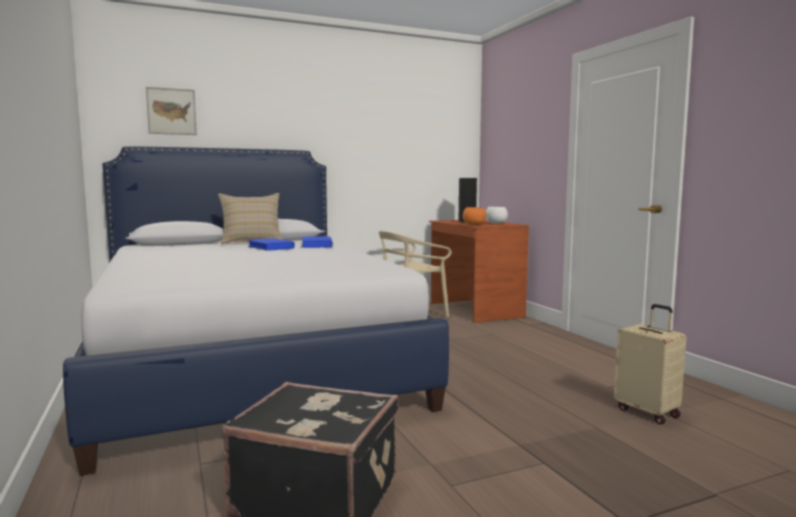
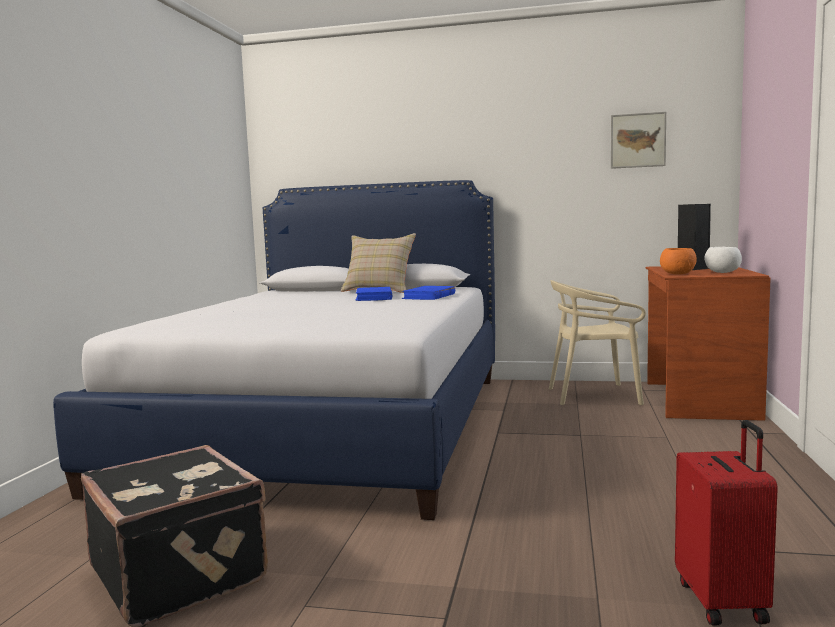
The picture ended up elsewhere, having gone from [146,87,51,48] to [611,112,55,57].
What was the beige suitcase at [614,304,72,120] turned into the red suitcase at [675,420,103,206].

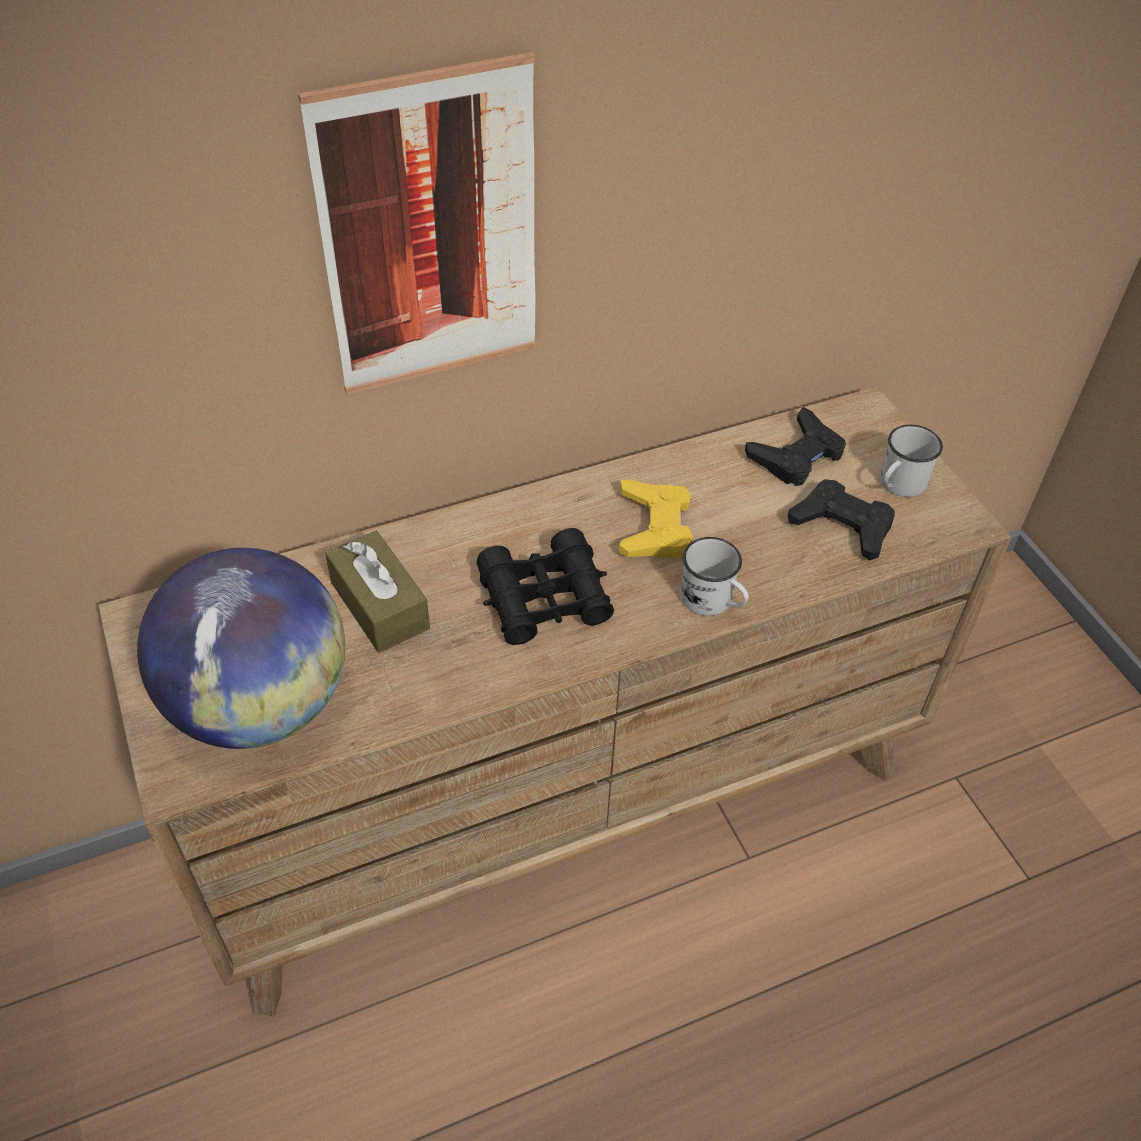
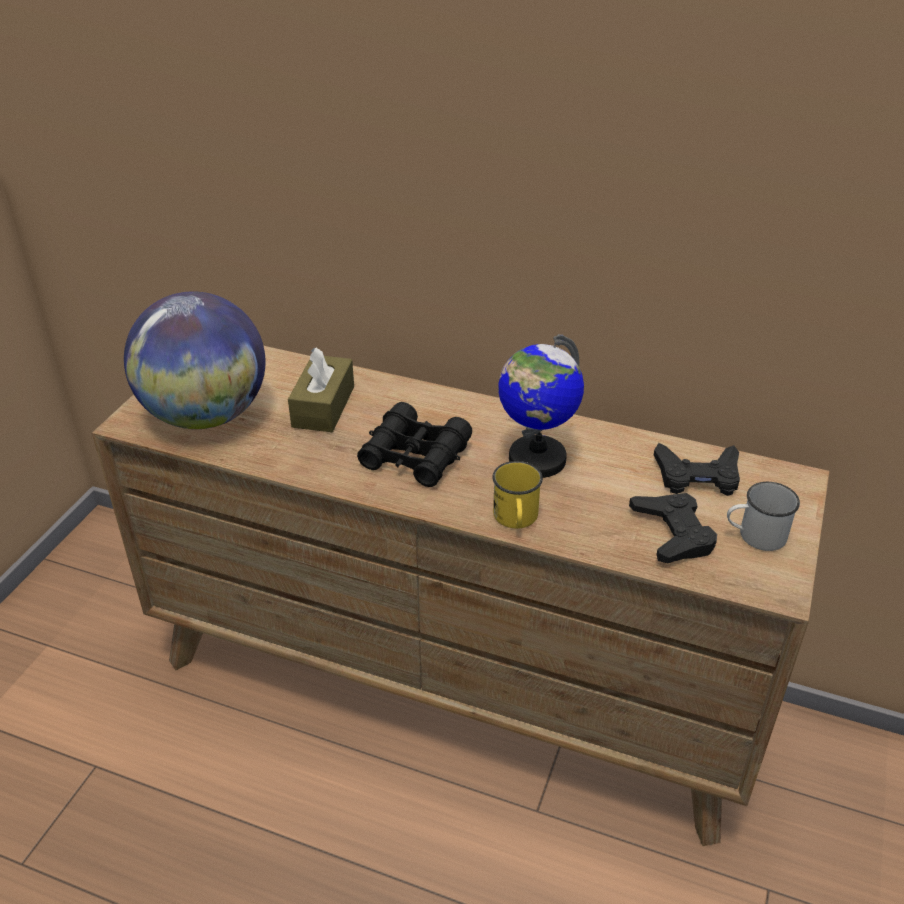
The second view lost the picture at [298,52,238,342].
Where the yellow game controller stood at [619,479,74,79], the globe came to stand at [498,334,86,144].
What was the white mug at [680,537,69,79] turned into the yellow mug at [492,461,51,67].

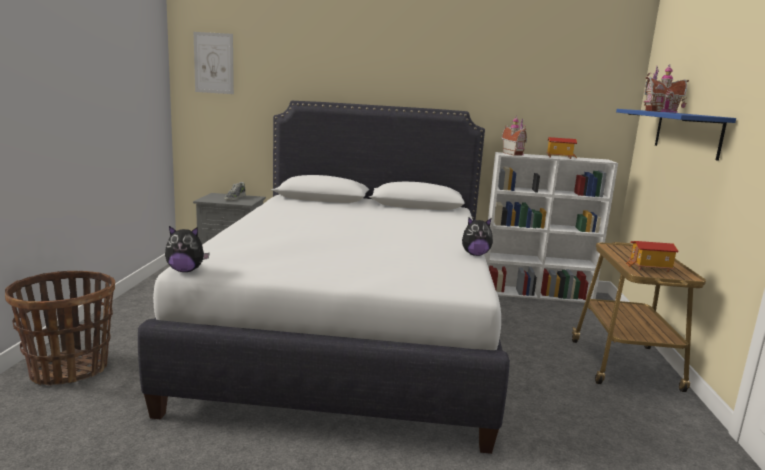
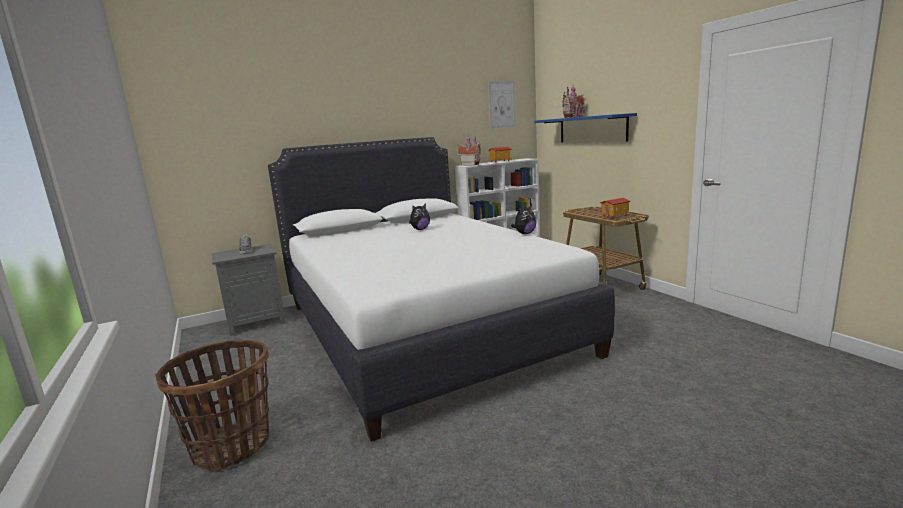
The plush toy ended up elsewhere, having gone from [165,226,45,46] to [409,203,21,27].
The picture ended up elsewhere, having gone from [194,32,40,62] to [488,81,28,47].

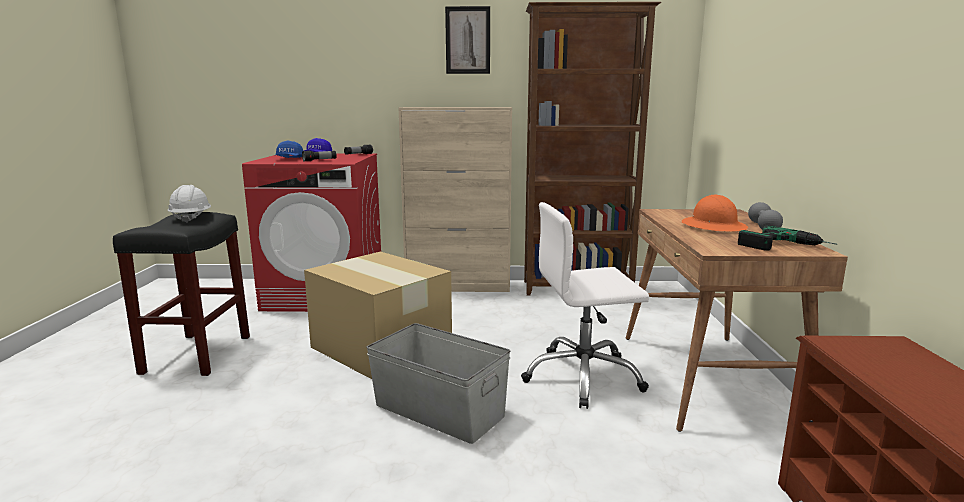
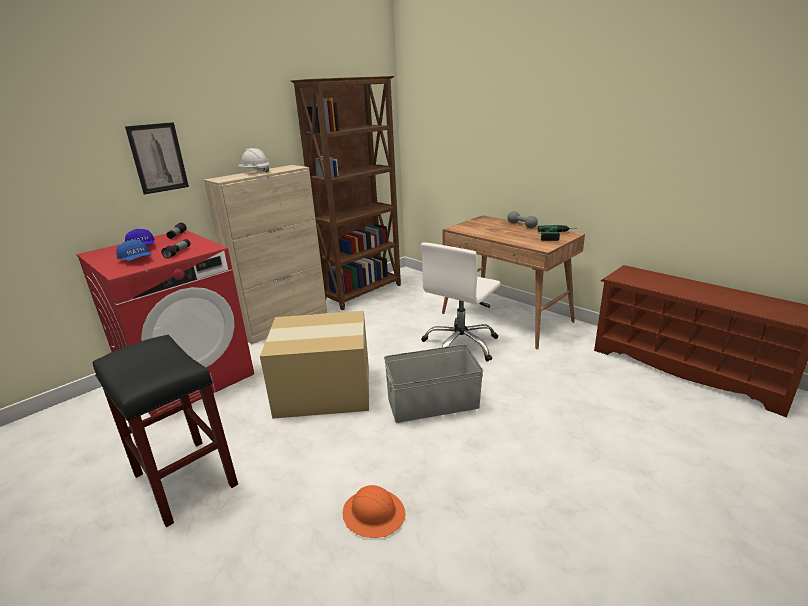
The white hard hat ended up elsewhere, having gone from [168,185,43,38] to [238,148,32,25].
The picture ended up elsewhere, having gone from [445,6,45,68] to [125,122,64,73].
The orange hard hat ended up elsewhere, having gone from [682,195,66,36] to [343,485,62,53].

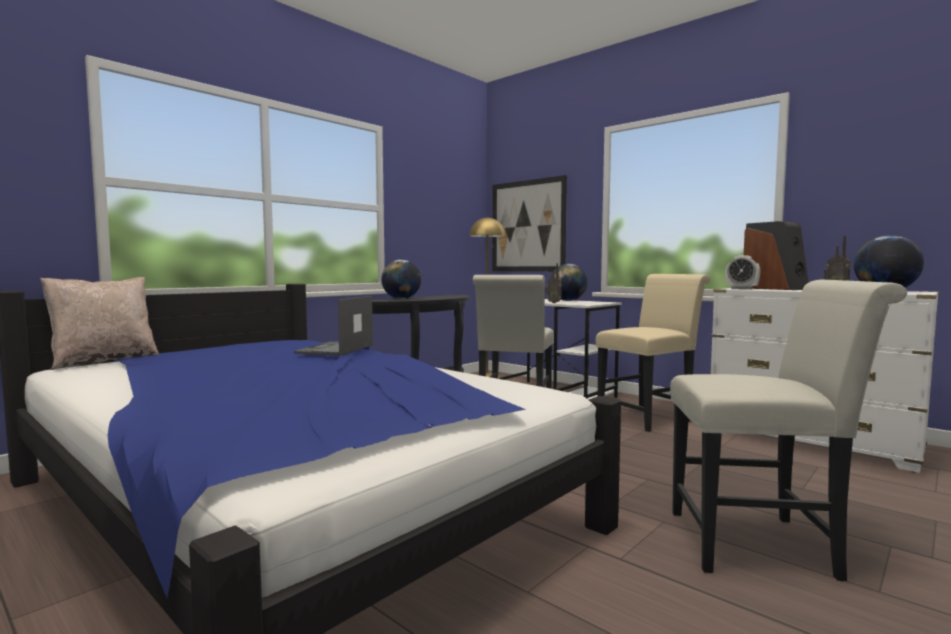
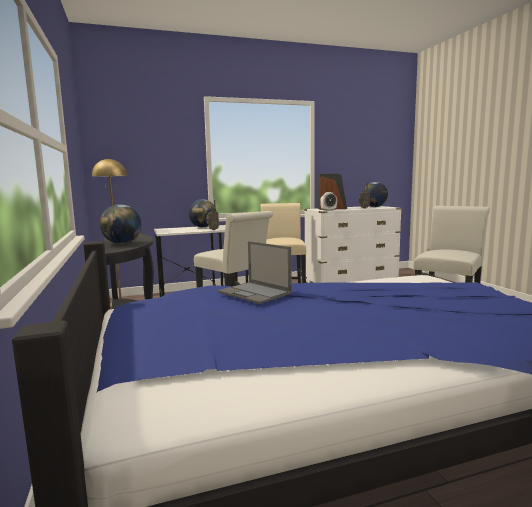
The second view lost the beige pillow at [40,277,119,93].
The second view lost the picture at [492,175,75,97].

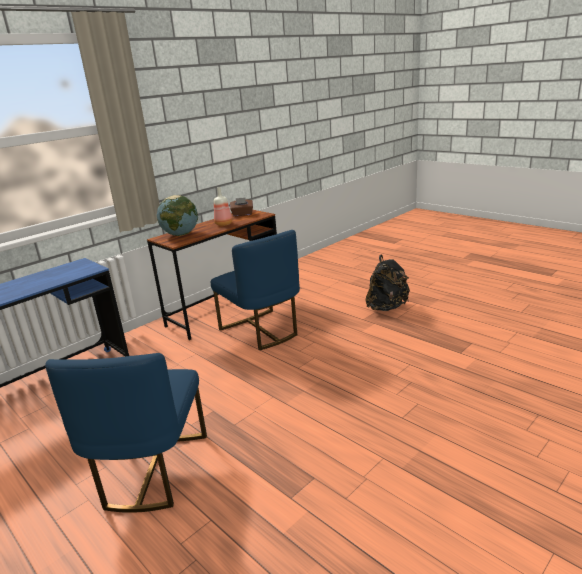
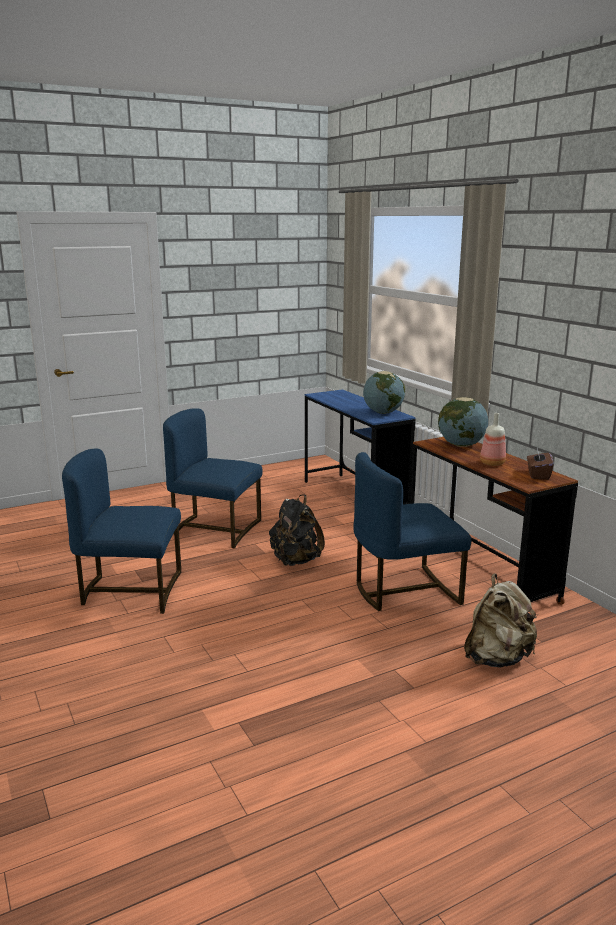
The black backpack ended up elsewhere, having gone from [366,255,44,56] to [269,495,56,71].
The second view gained the blue chair at [62,449,119,165].
The second view gained the globe at [363,371,42,43].
The second view gained the beige backpack at [464,573,74,95].

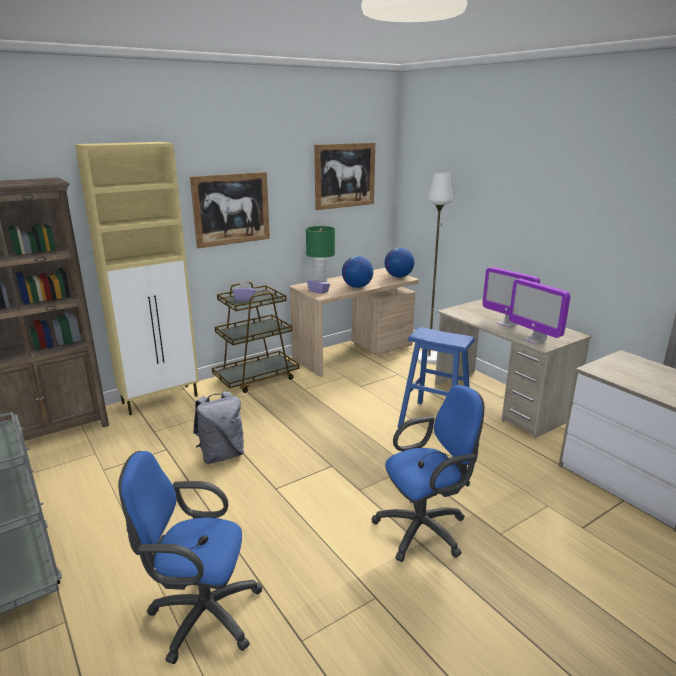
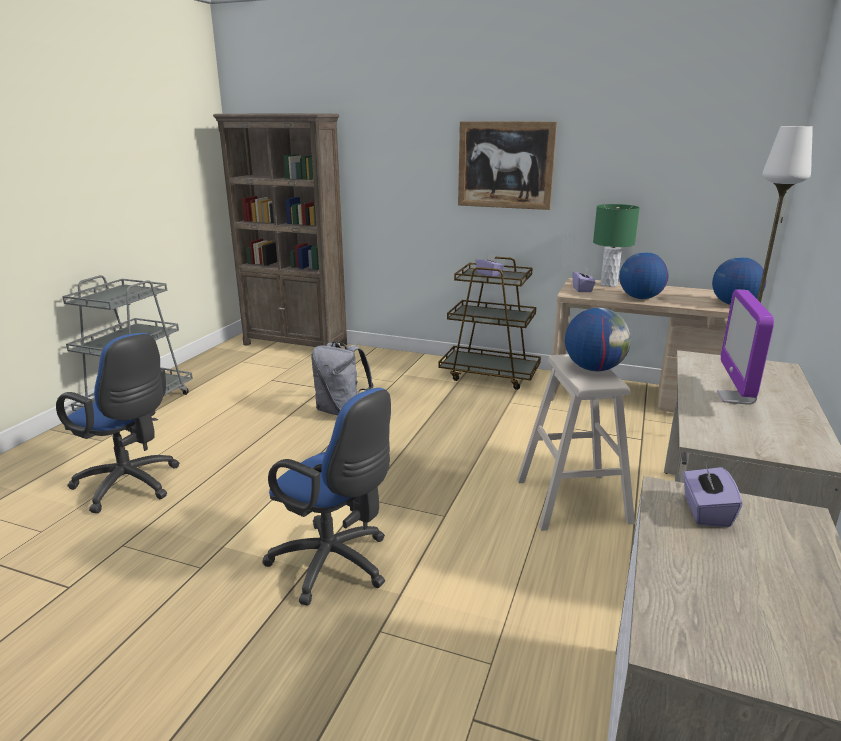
The second view lost the beige cabinet at [75,142,124,273].
The blue office chair at [118,451,145,213] ended up facing another way, 150 degrees clockwise from before.
The second view lost the picture at [314,143,61,67].
What was the blue stool at [398,327,77,101] turned into the beige stool at [517,354,118,177].
The second view lost the monitor at [509,279,61,65].
The second view gained the globe at [565,308,66,63].
The second view gained the purple tissue box at [683,462,59,65].

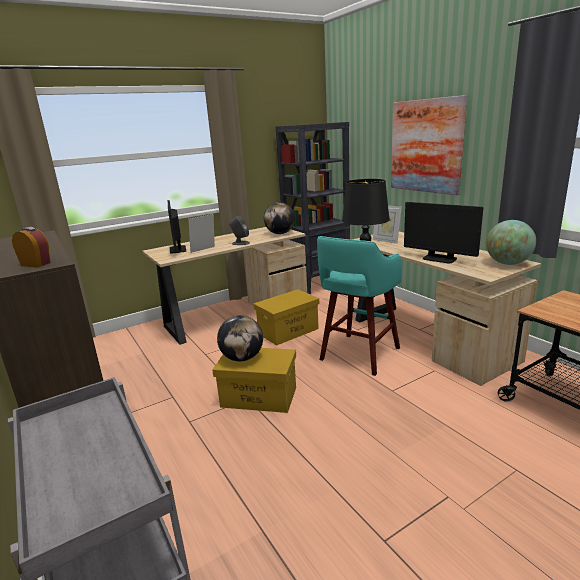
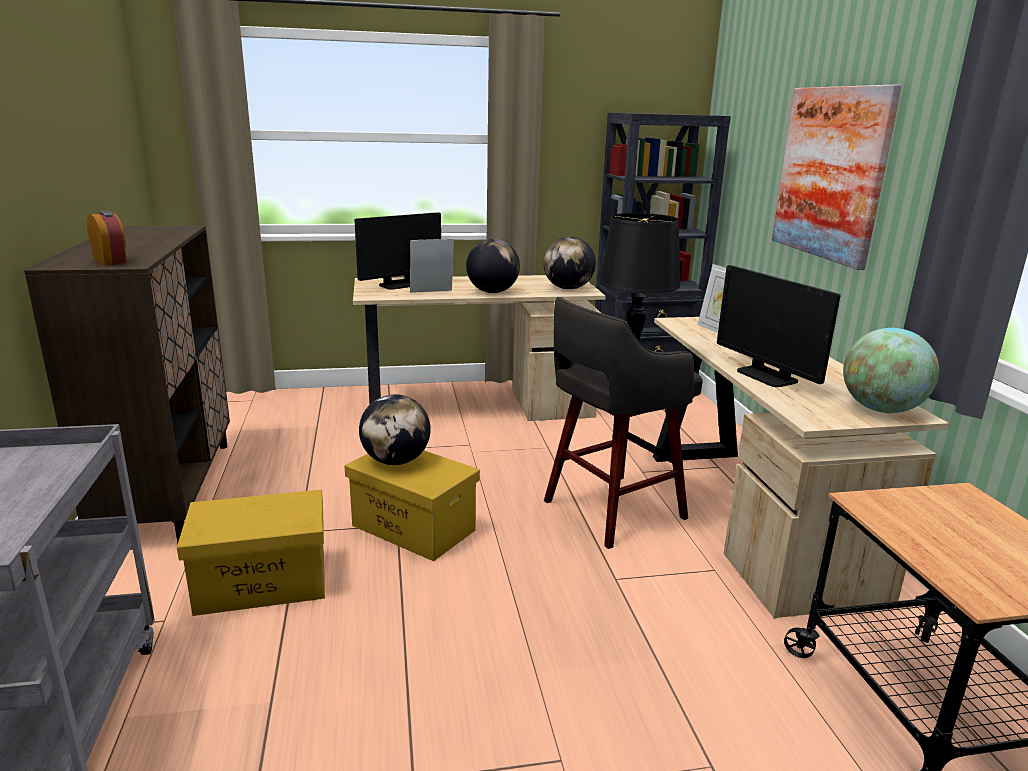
The monitor at [168,200,18,54] ended up facing another way, 135 degrees counterclockwise from before.
Where the grey speaker stood at [229,216,21,29], the globe came to stand at [466,239,54,54].
The yellow storage box ended up elsewhere, having gone from [254,289,65,56] to [177,490,148,126].
What was the turquoise stool at [317,236,84,140] turned into the grey stool at [544,297,159,252].

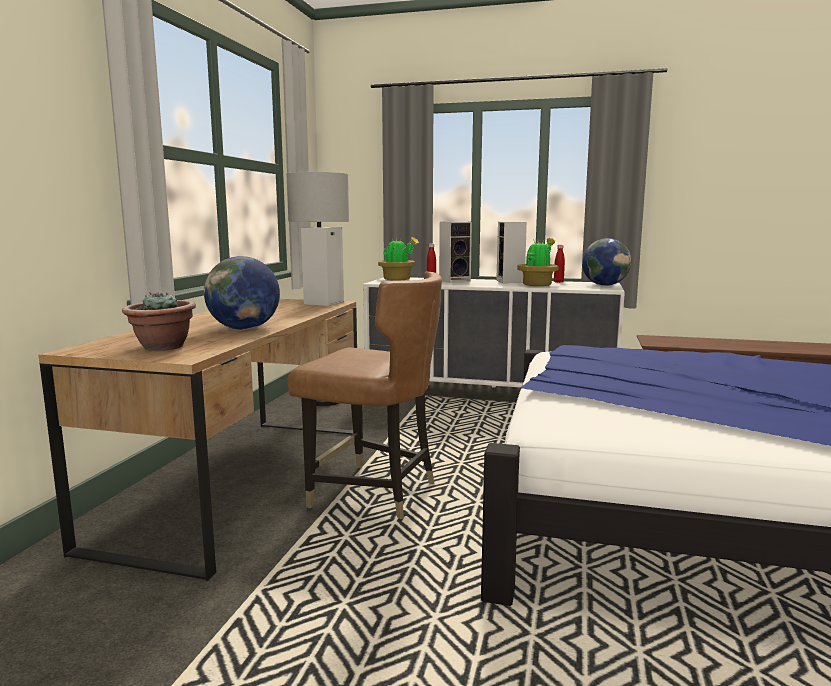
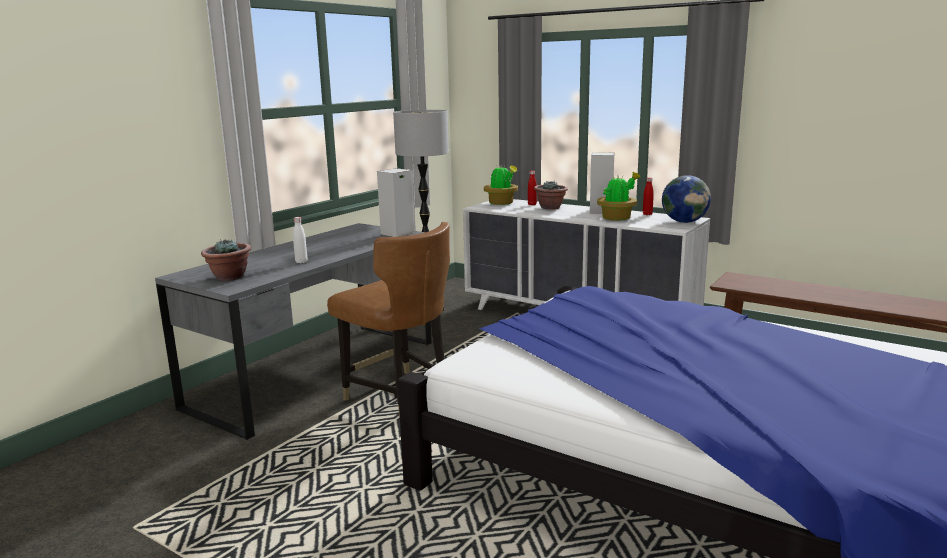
What was the brown desk at [38,299,319,282] turned into the grey desk at [155,223,277,217].
Where the globe stood at [204,256,76,74], the white bottle came to stand at [293,217,14,46].
Where the speaker stood at [439,222,33,61], the potted plant came to stand at [534,181,34,29].

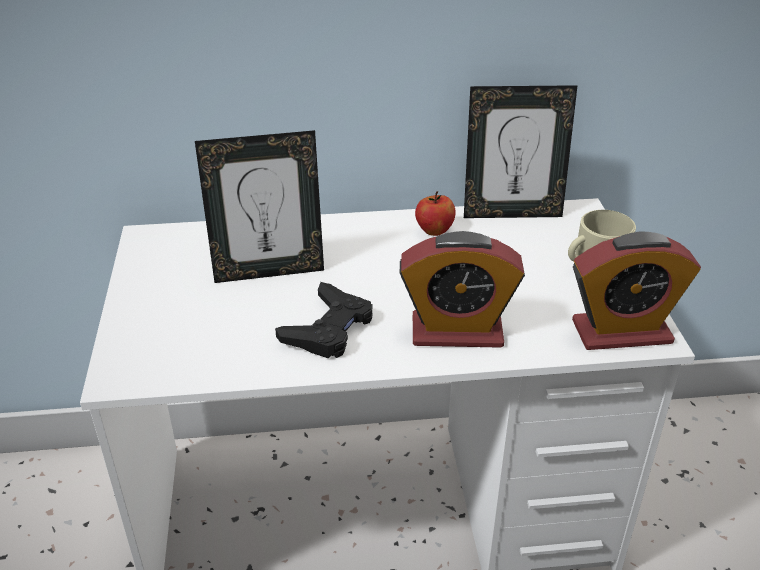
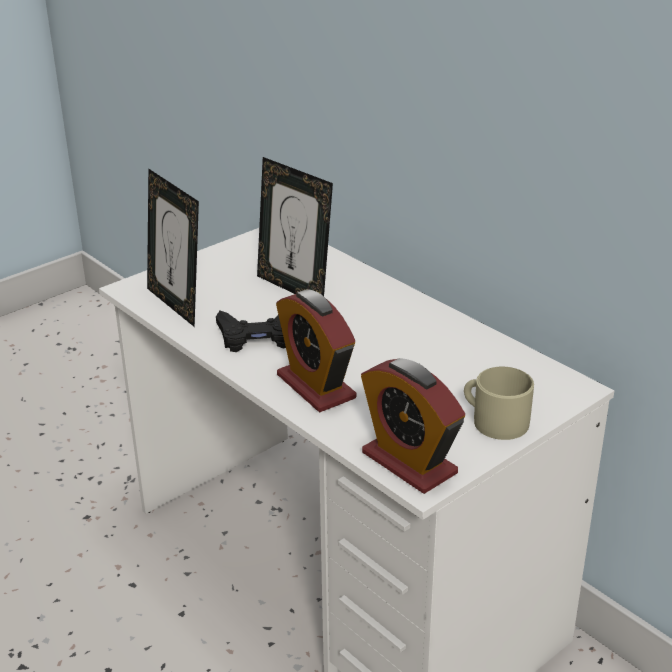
The second view lost the apple at [415,191,41,45].
The picture frame ended up elsewhere, having gone from [464,85,114,133] to [147,168,52,159].

